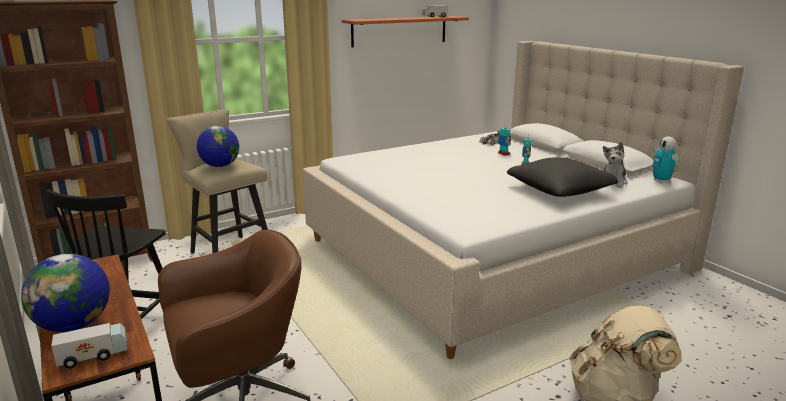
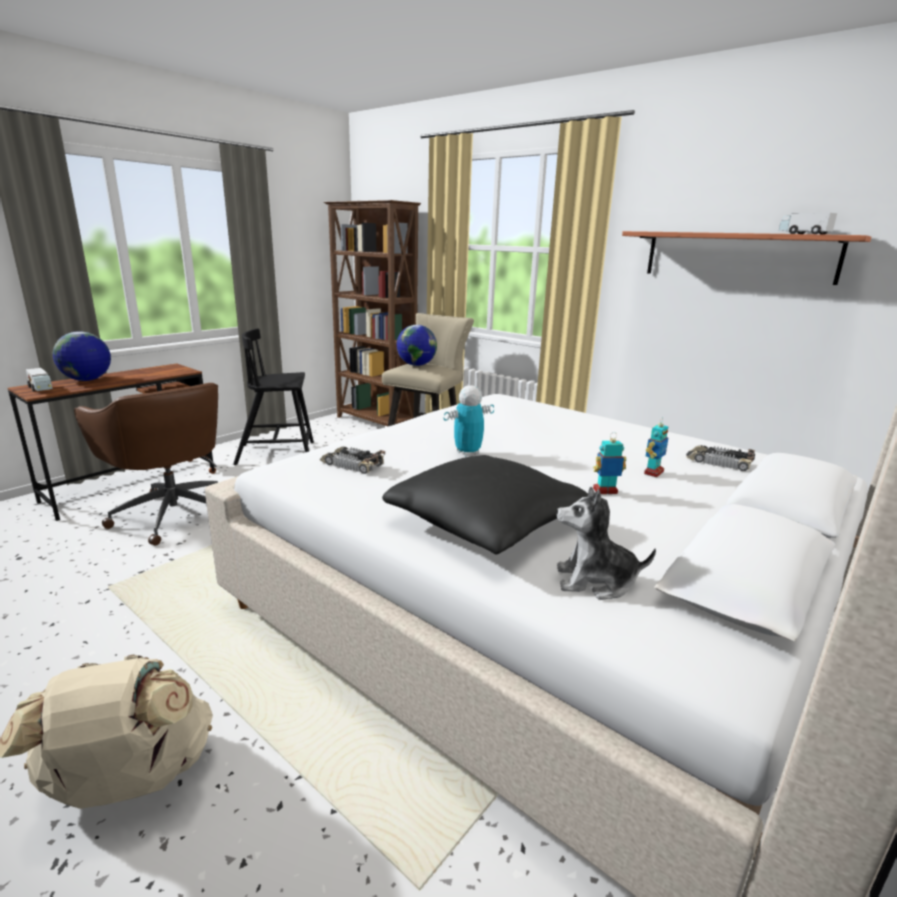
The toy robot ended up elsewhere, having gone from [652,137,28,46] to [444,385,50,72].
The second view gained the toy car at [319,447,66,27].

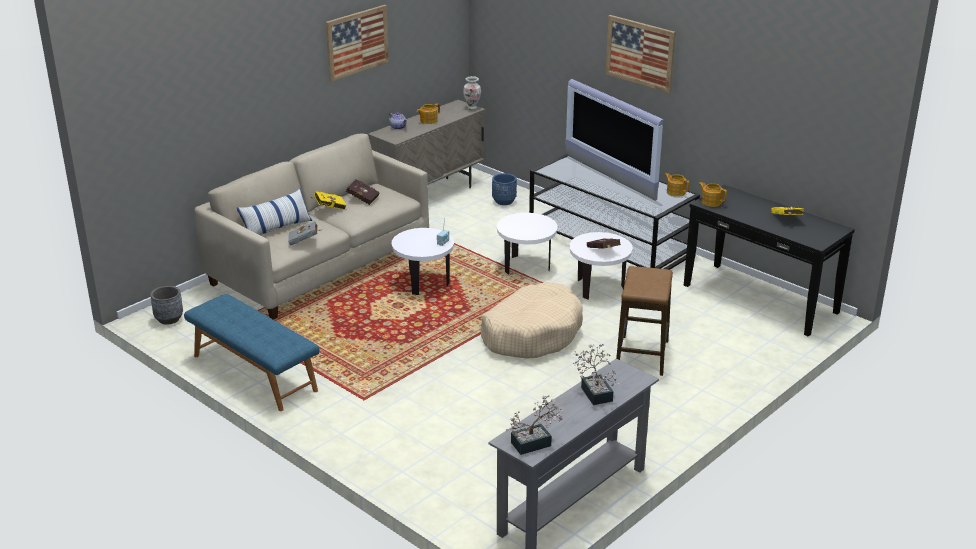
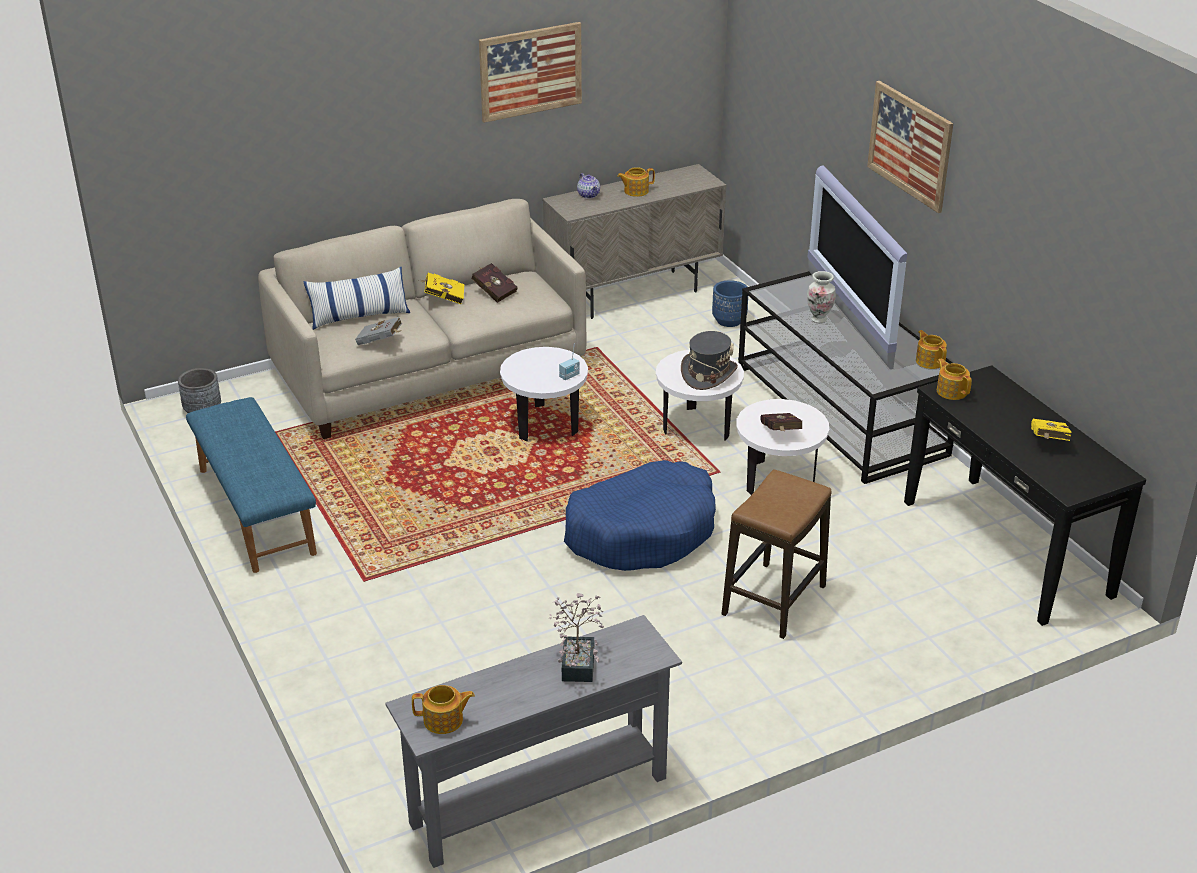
The vase ended up elsewhere, having gone from [463,76,18,34] to [807,271,29,52].
What was the beige dog bed at [481,282,102,77] turned into the blue dog bed at [564,460,152,111].
Where the potted plant stood at [506,395,57,60], the teapot came to stand at [412,685,63,49].
The second view gained the grey hat at [681,331,57,59].

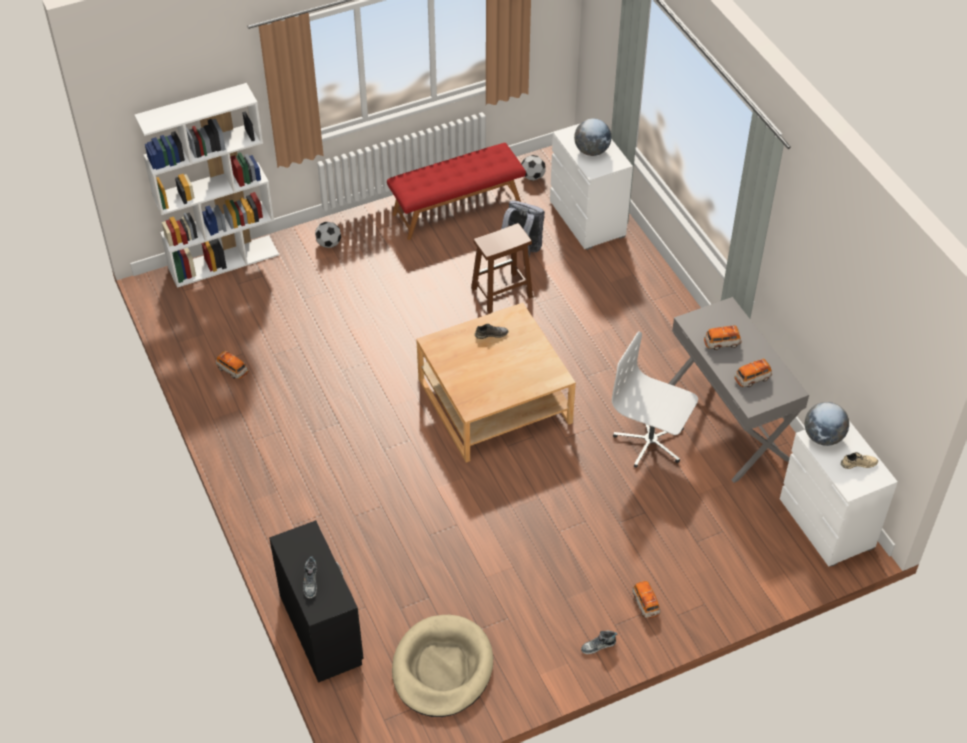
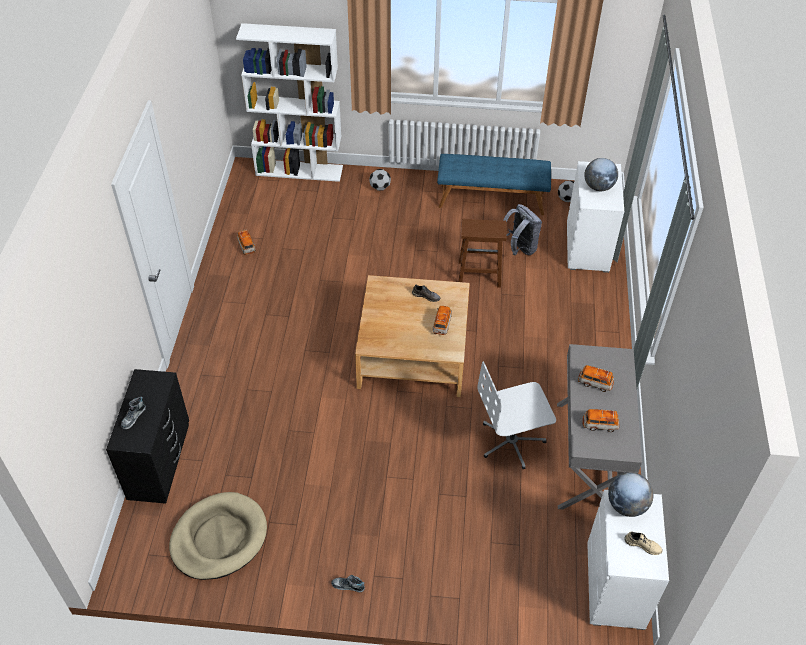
What was the red bench at [387,143,139,97] turned into the blue bench at [437,154,114,61].
The white office chair at [612,332,86,136] ended up facing another way, 75 degrees counterclockwise from before.
The toy car ended up elsewhere, having gone from [632,581,28,38] to [432,306,20,29].

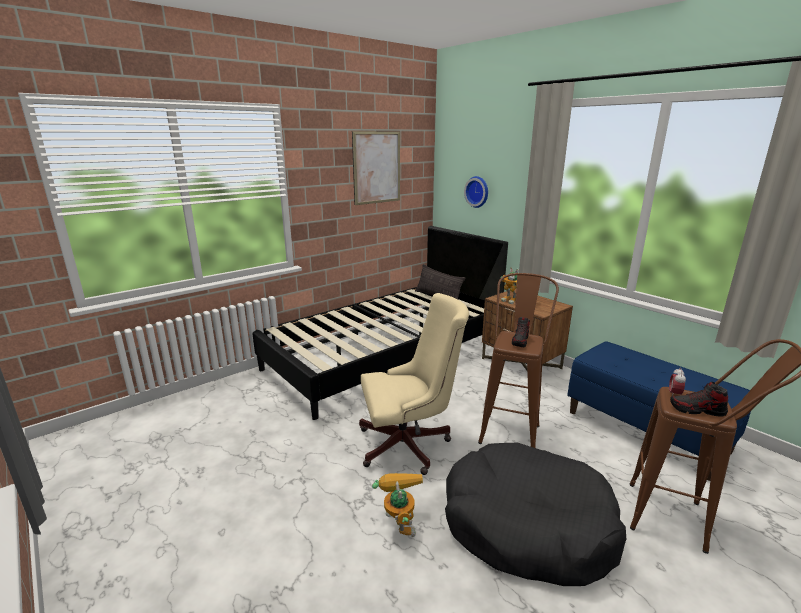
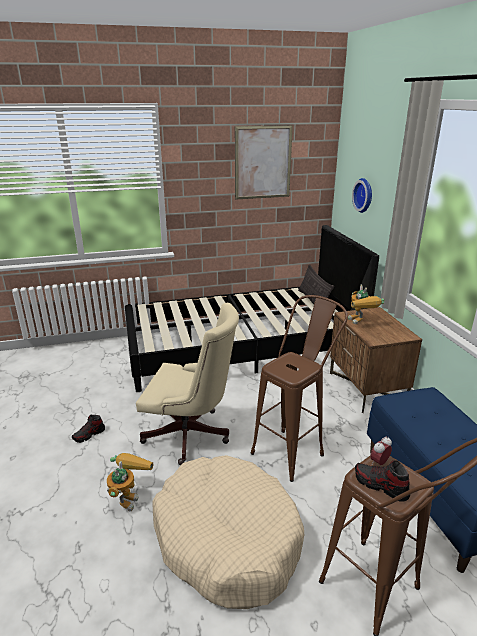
What was the black dog bed at [445,443,181,143] turned into the beige dog bed at [152,455,152,154].
The shoe ended up elsewhere, having gone from [512,317,18,30] to [72,415,33,28].

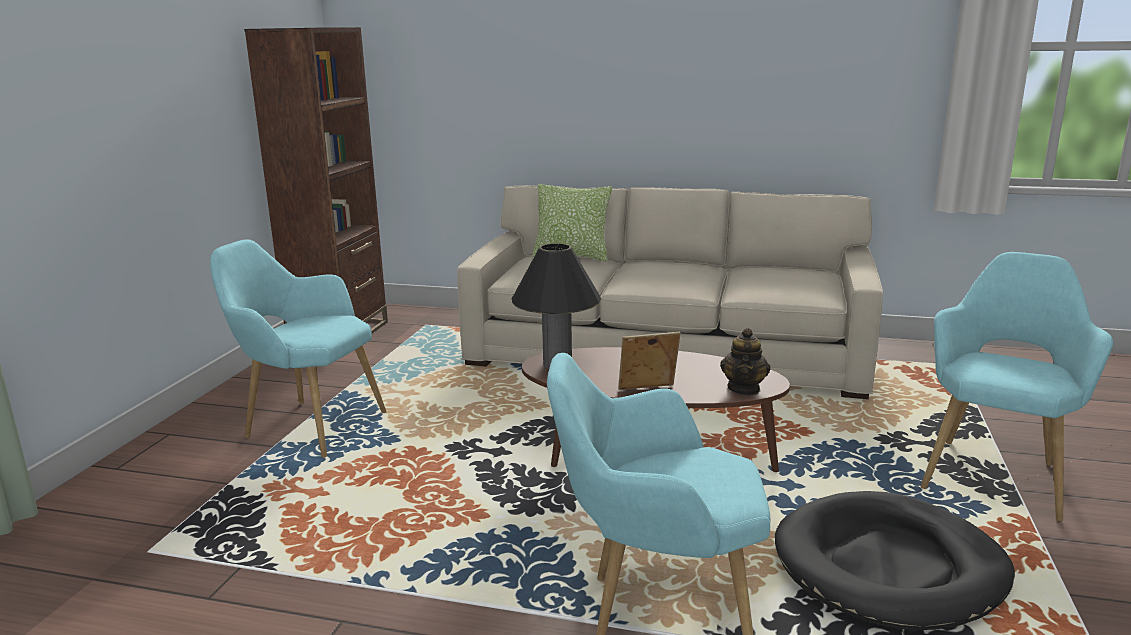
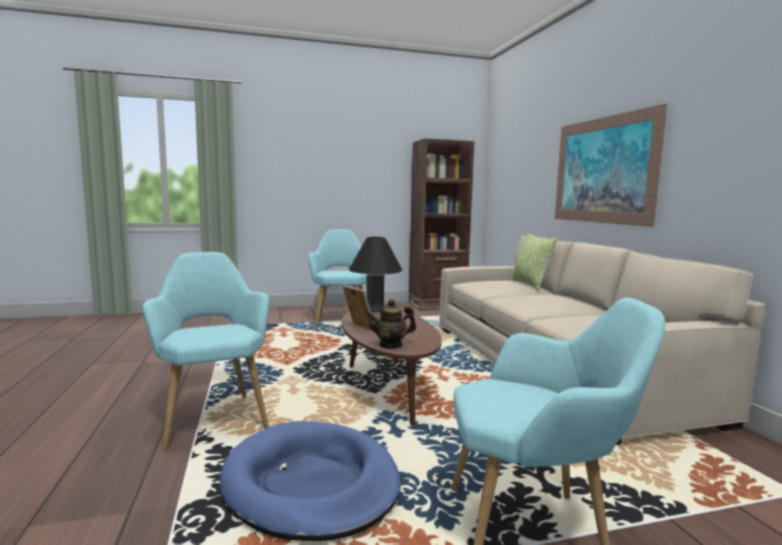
What was the black dog bed at [775,491,240,139] turned into the blue dog bed at [220,421,181,120].
The second view gained the picture at [555,104,112,123].

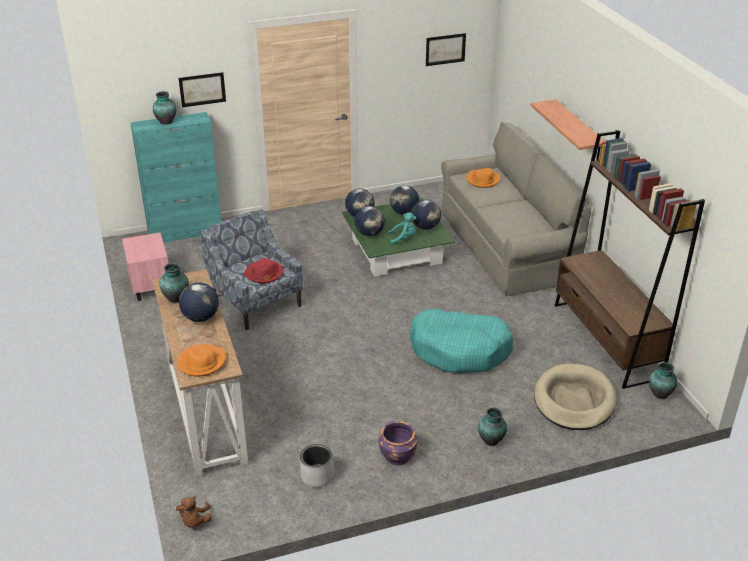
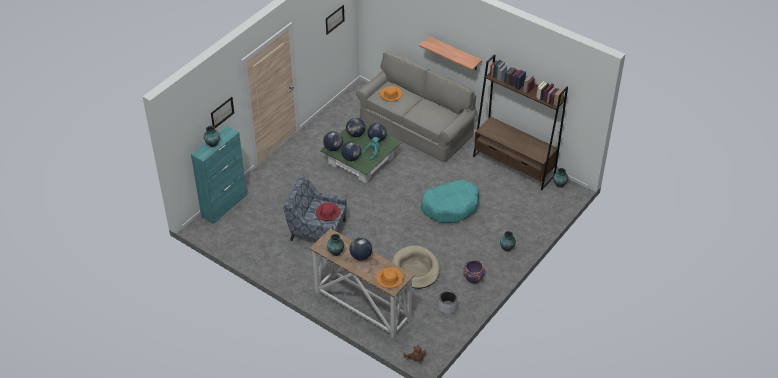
The second view lost the pink nightstand at [122,232,46,69].
The beige dog bed ended up elsewhere, having gone from [534,364,83,66] to [392,245,48,44].

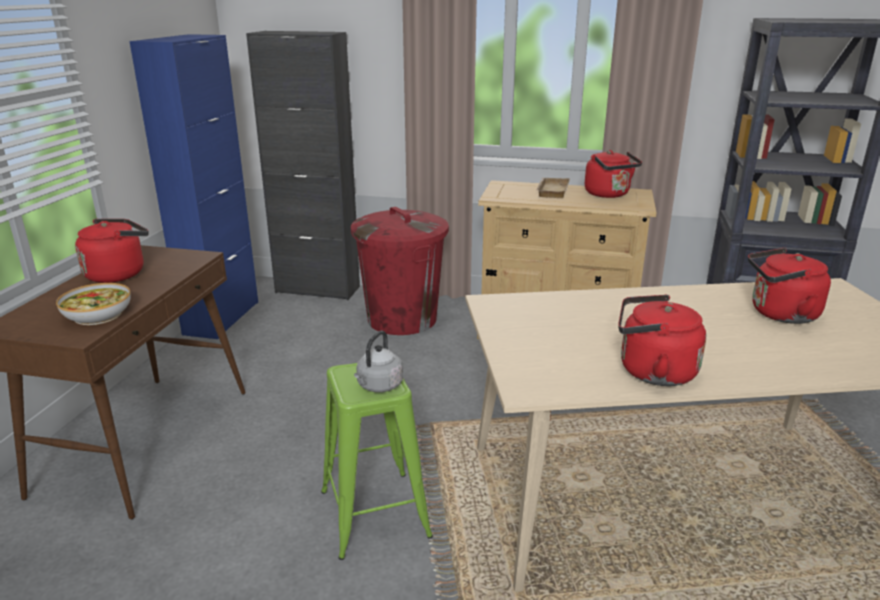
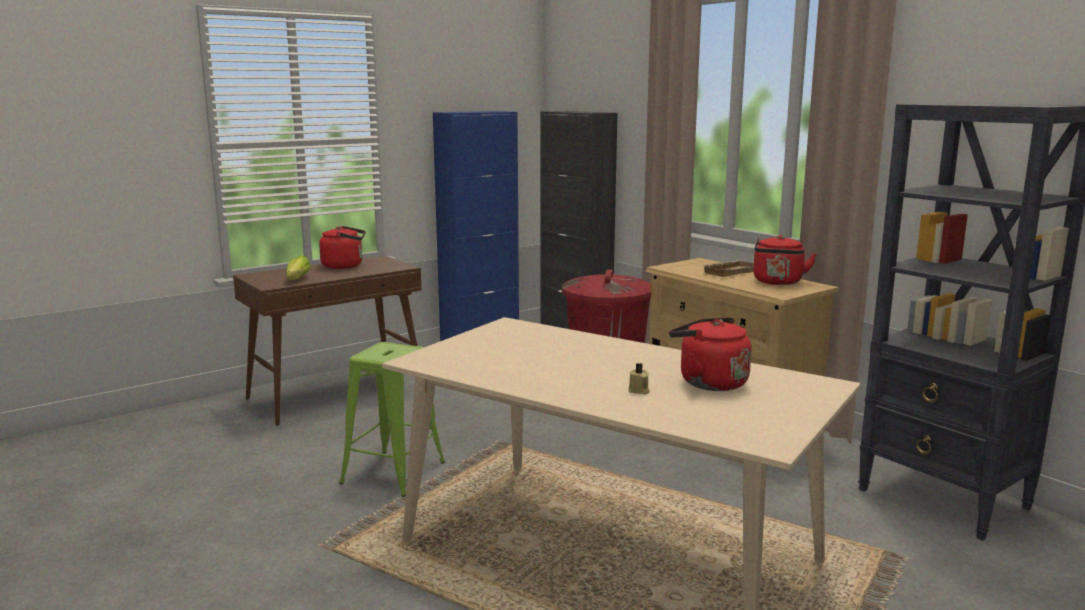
Where the bowl stood at [56,283,75,42], the lettuce came to stand at [286,255,25,25].
The second view lost the grey kettle at [354,331,49,61].
The second view lost the red kettle at [618,295,88,91].
The second view gained the beige candle at [629,363,21,31].

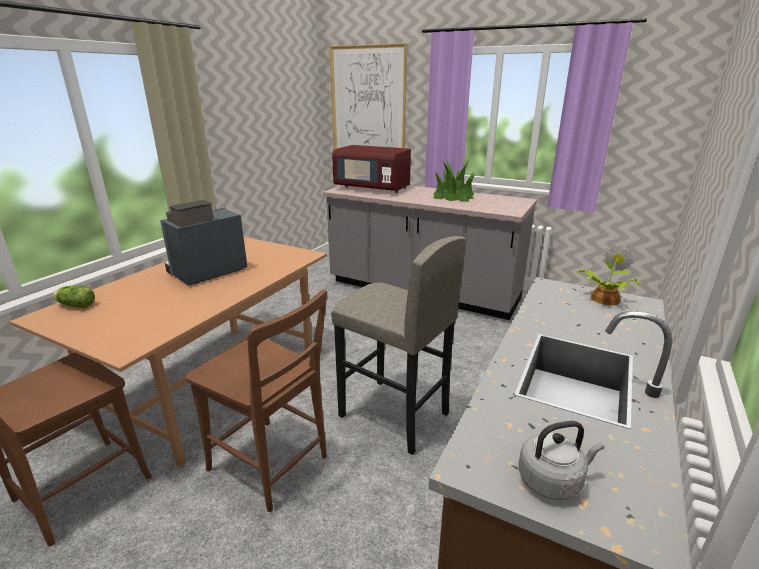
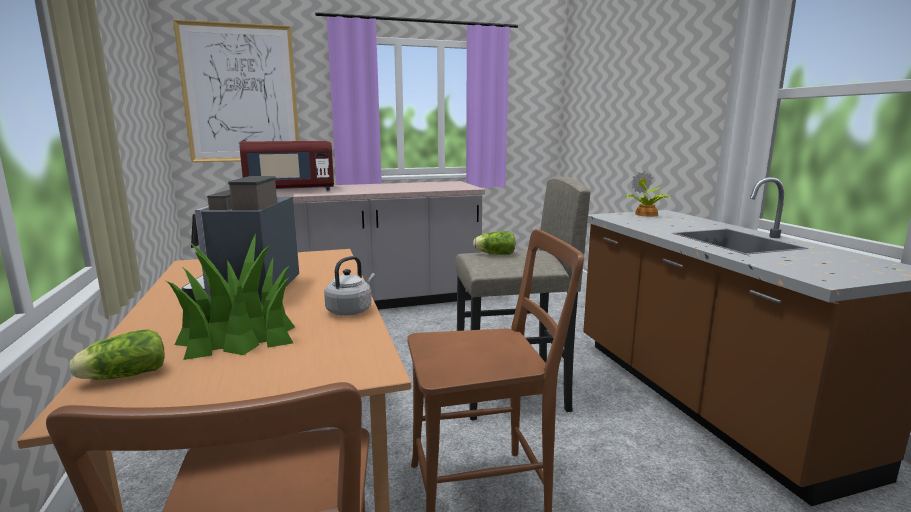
The potted plant ended up elsewhere, having gone from [433,160,42,42] to [166,233,129,127].
The grey kettle ended up elsewhere, having gone from [519,421,85,79] to [324,256,51,60].
The second view gained the lettuce at [473,231,42,24].

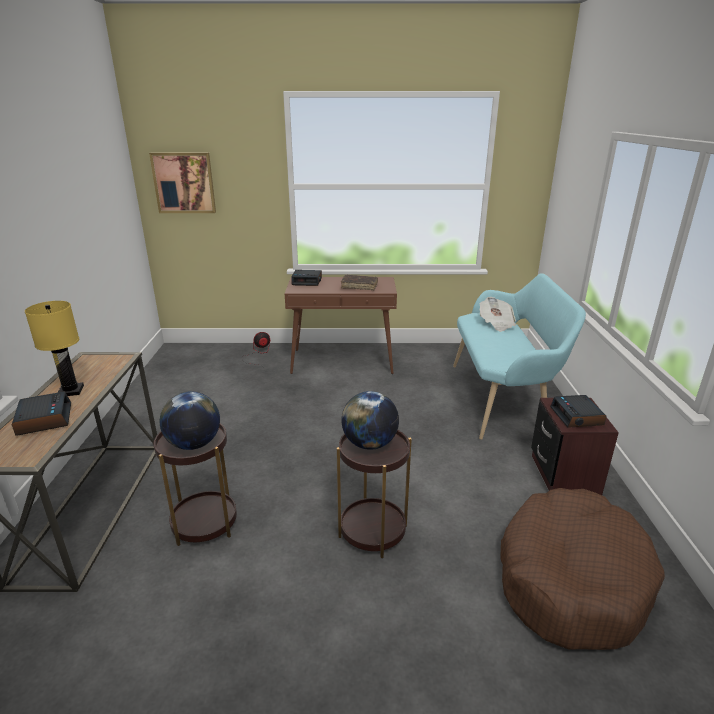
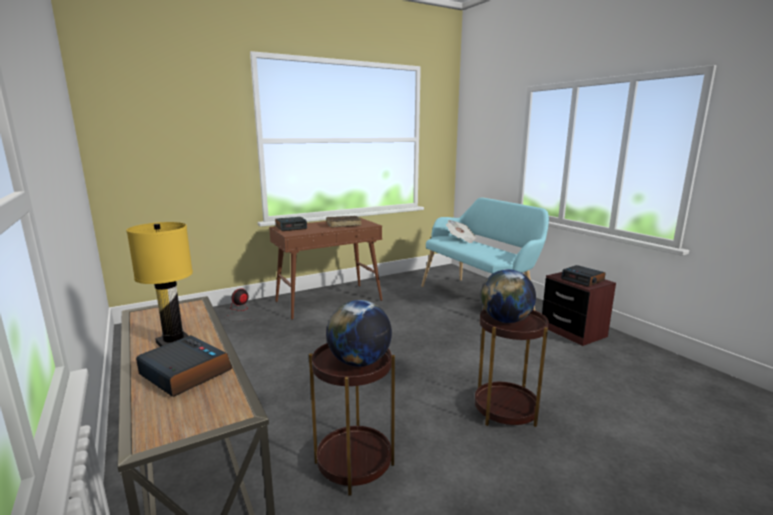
The second view lost the picture at [149,153,67,60].
The second view lost the brown dog bed at [500,488,165,162].

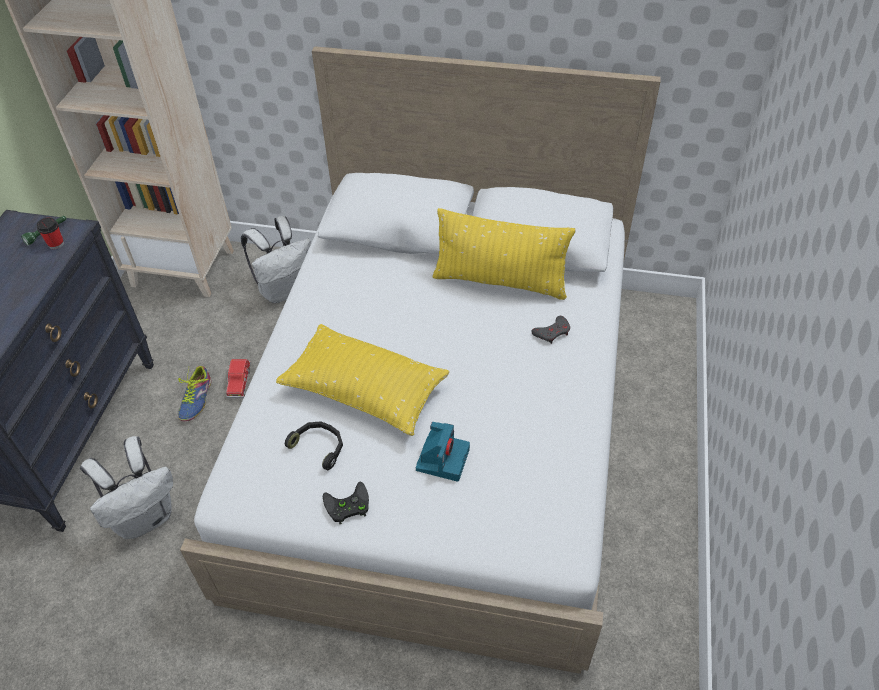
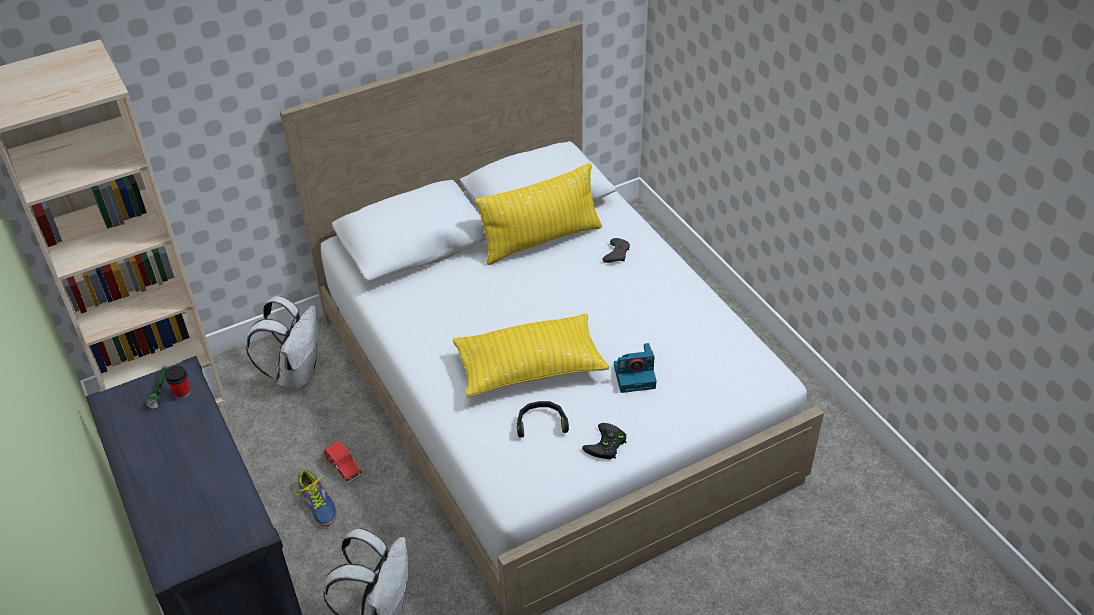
The photo camera at [416,422,54,60] ended up facing another way, 105 degrees clockwise from before.

